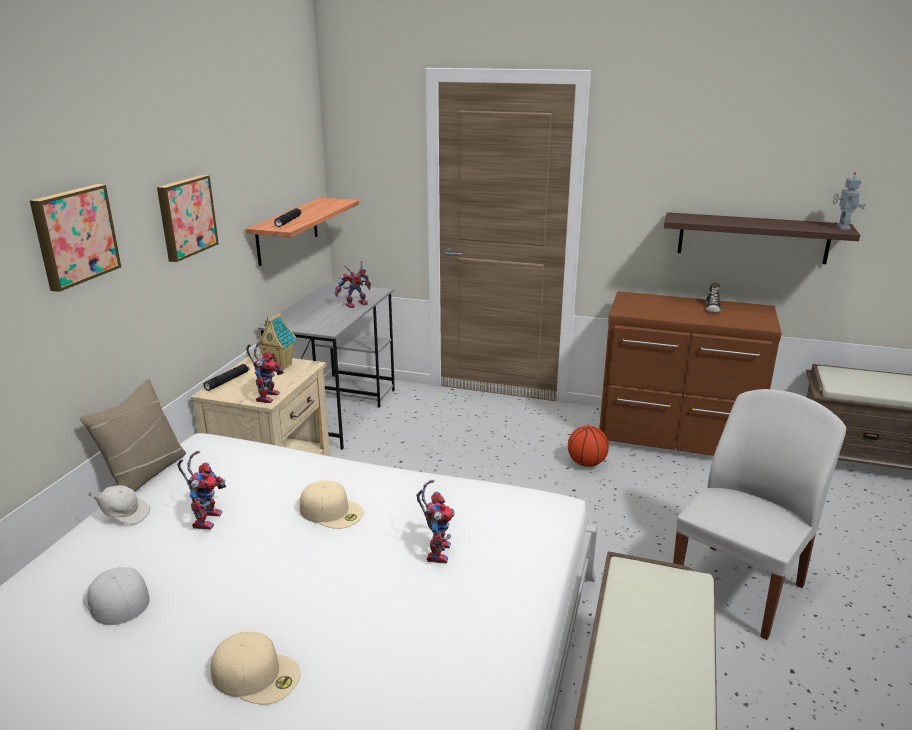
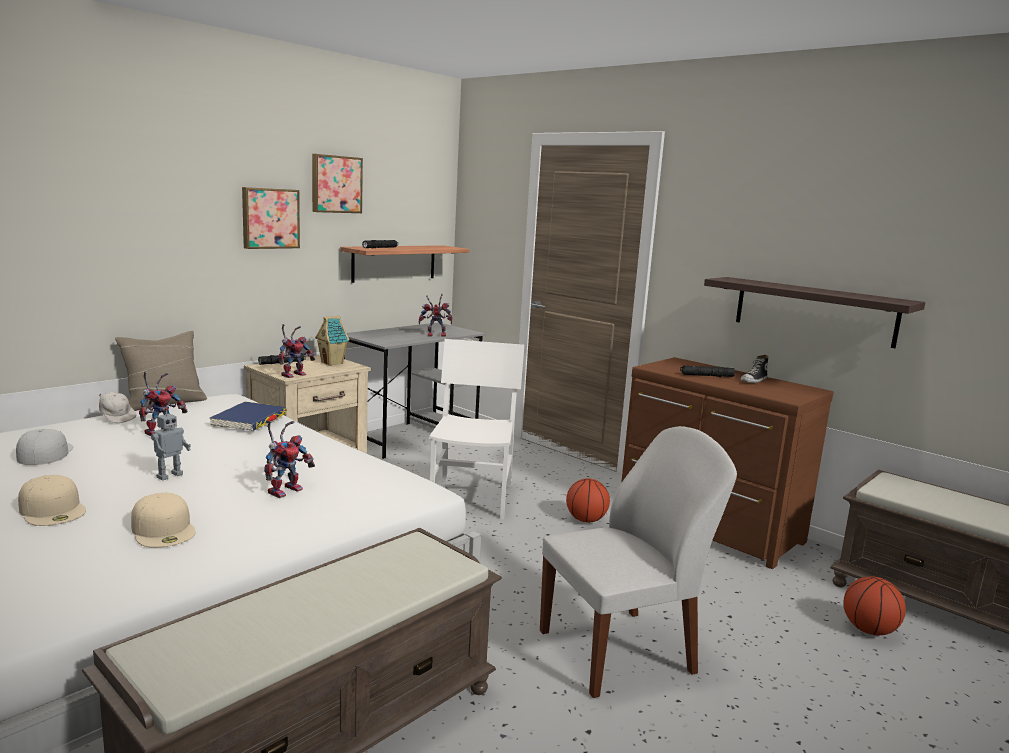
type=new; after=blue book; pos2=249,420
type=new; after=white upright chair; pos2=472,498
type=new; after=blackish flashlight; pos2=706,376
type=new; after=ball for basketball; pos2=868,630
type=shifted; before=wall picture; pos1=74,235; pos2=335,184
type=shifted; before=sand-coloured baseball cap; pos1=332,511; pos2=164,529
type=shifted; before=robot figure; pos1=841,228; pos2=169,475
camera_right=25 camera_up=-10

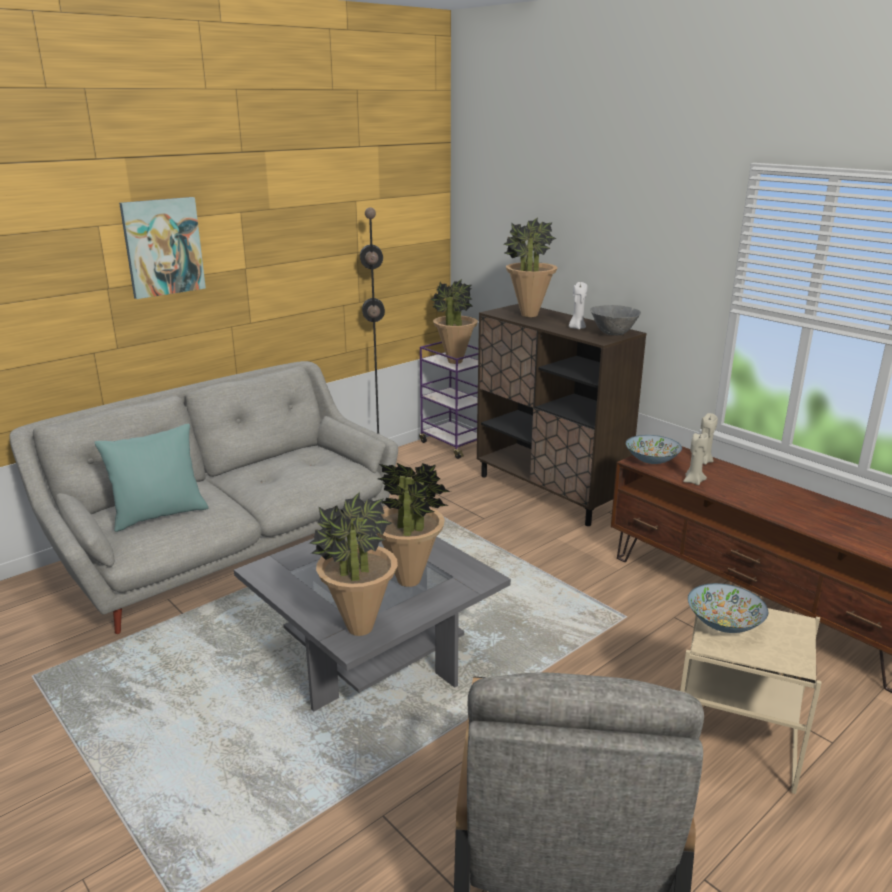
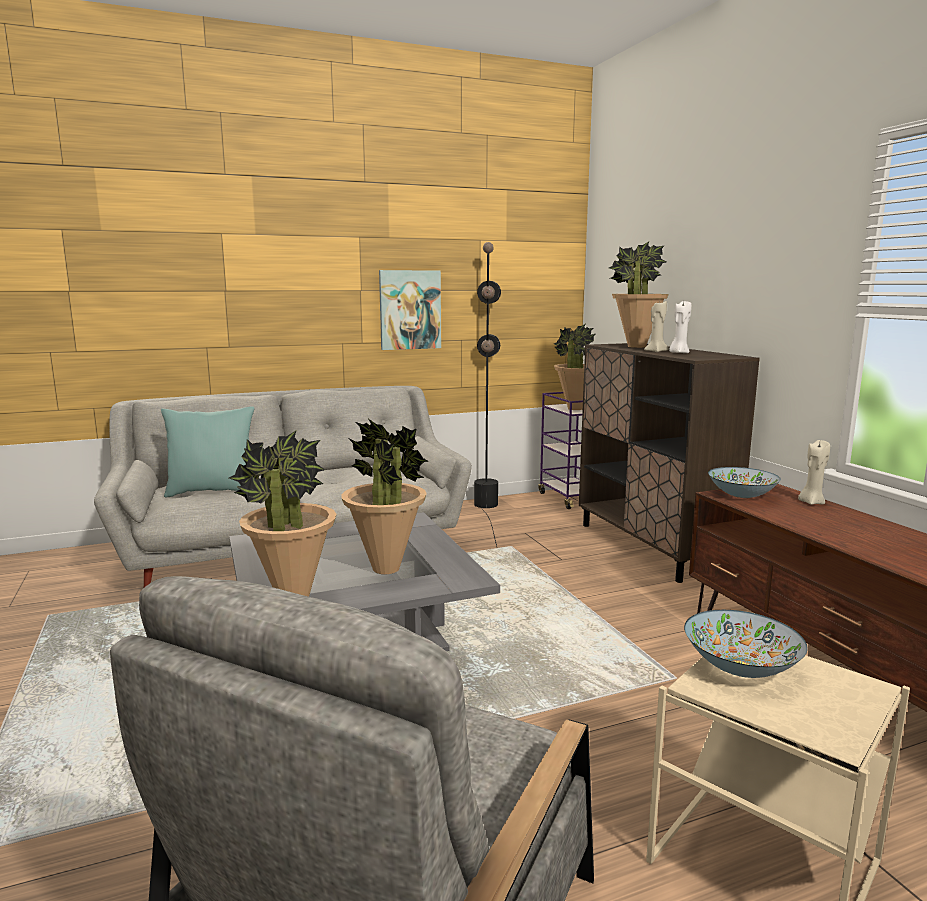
type=gone; before=grey serving bowl; pos1=613,334
type=shifted; before=wall picture; pos1=163,247; pos2=410,310
type=shifted; before=sand-coloured wax candle; pos1=693,481; pos2=655,351
camera_right=20 camera_up=-10

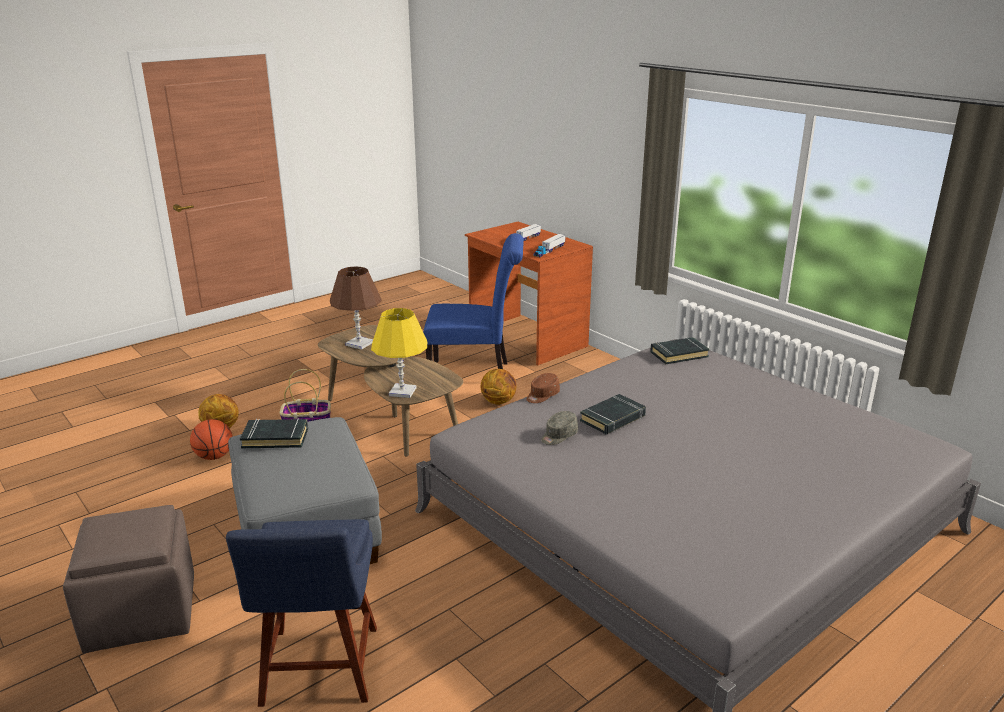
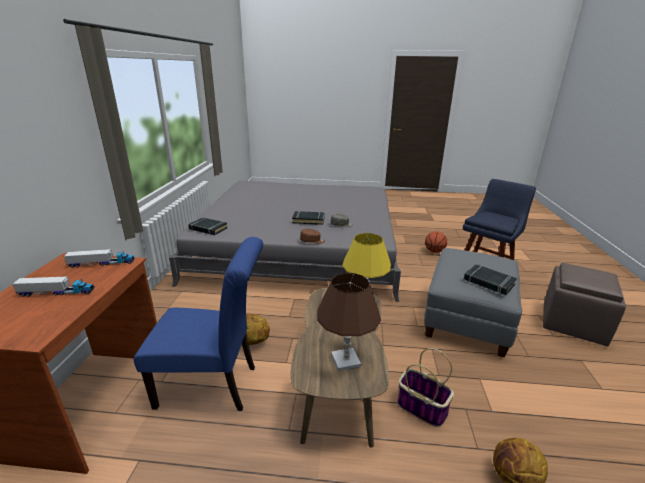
type=shifted; before=ball for basketball; pos1=214,456; pos2=434,251
type=rotated; before=blue upright chair; pos1=475,373; pos2=214,386; turn=135
camera_right=-135 camera_up=0

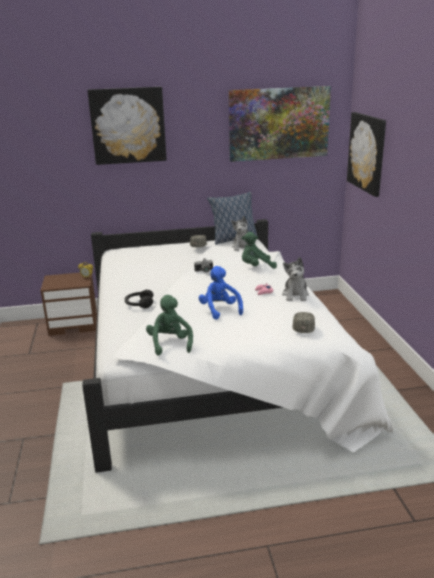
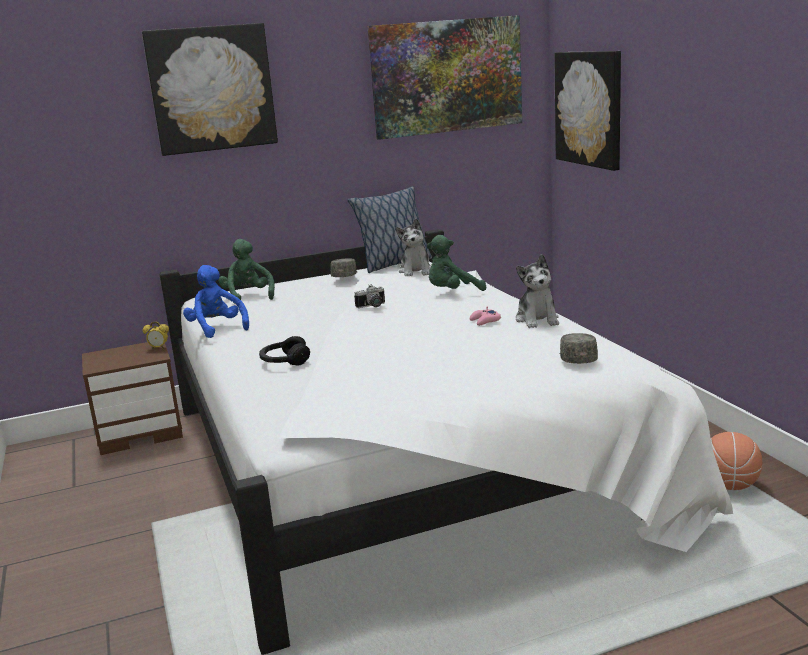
type=new; after=ball for basketball; pos2=730,485
type=shifted; before=green plush toy; pos1=170,344; pos2=248,296
type=shifted; before=blue plush toy; pos1=220,310; pos2=217,328
camera_right=-10 camera_up=-5

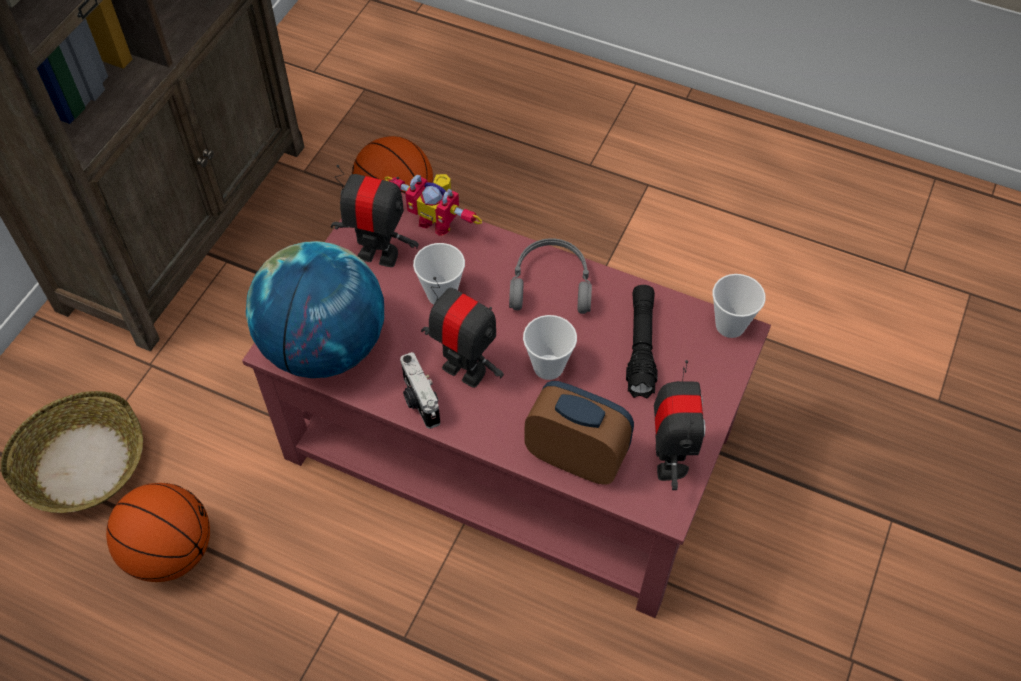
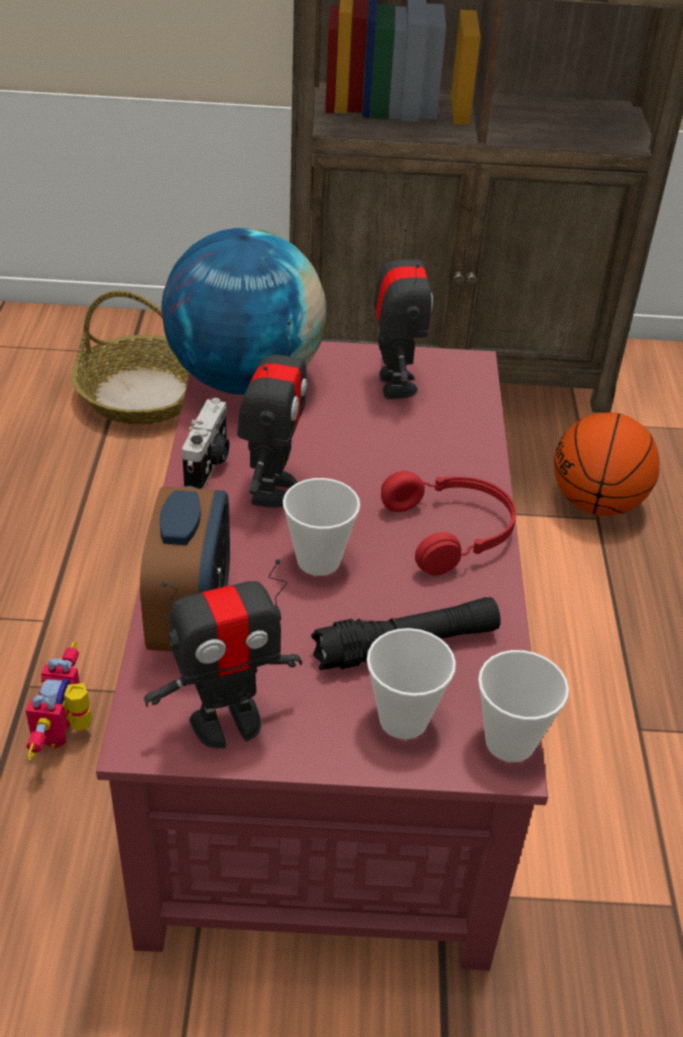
type=gone; before=ball for basketball; pos1=169,551
type=shifted; before=robot figure; pos1=438,221; pos2=67,731
type=shifted; before=drinking cup; pos1=441,294; pos2=403,719
type=repainted; before=grey pair of headphones; after=red pair of headphones; pos1=551,283; pos2=452,531
type=rotated; before=still camera; pos1=419,401; pos2=209,465; turn=150
camera_right=65 camera_up=-15

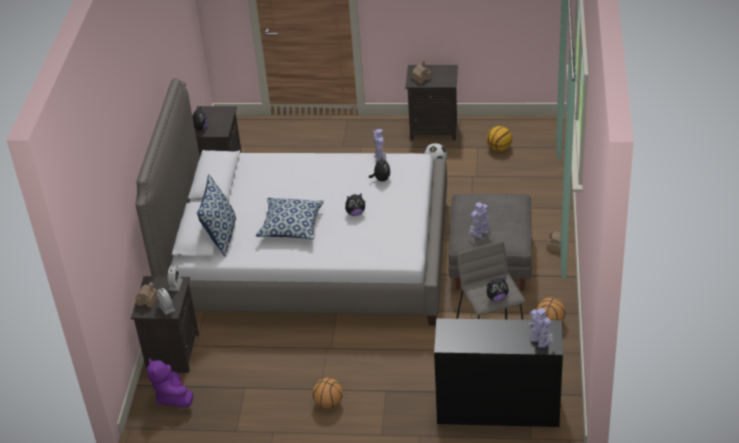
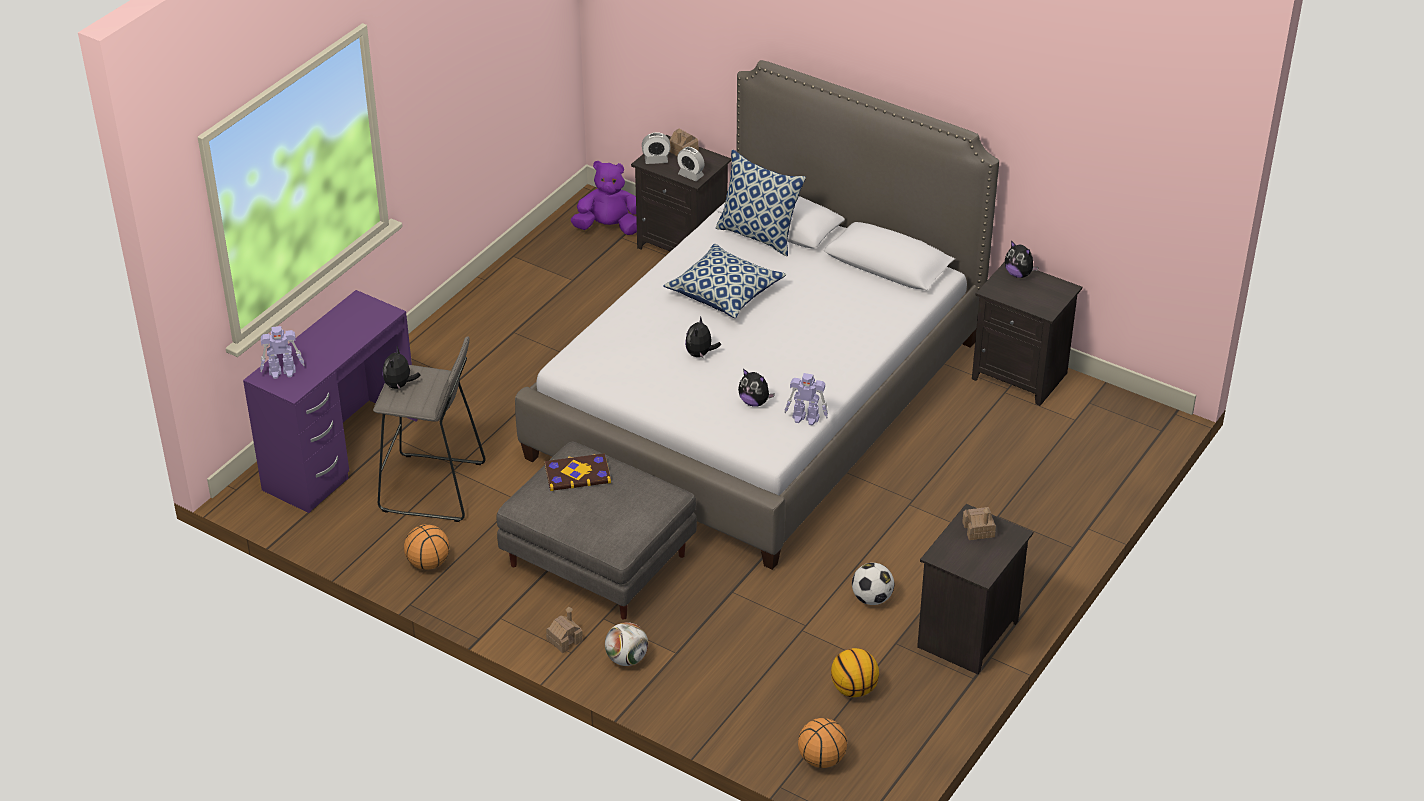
type=new; after=football; pos2=627,659
type=shifted; before=ball for basketball; pos1=329,403; pos2=821,759
type=swapped; before=robot figure; after=book; pos1=480,232; pos2=577,473
type=repainted; before=blackish desk table; after=purple-coloured desk table; pos1=498,408; pos2=340,454
camera_right=115 camera_up=0

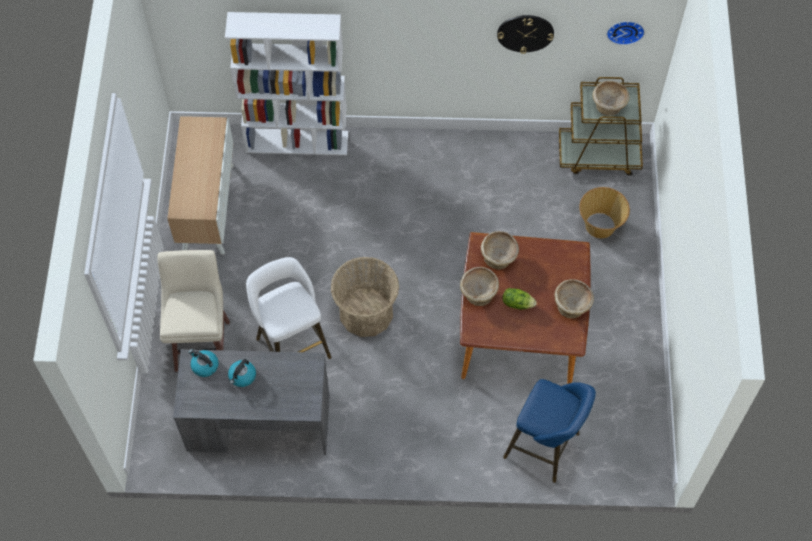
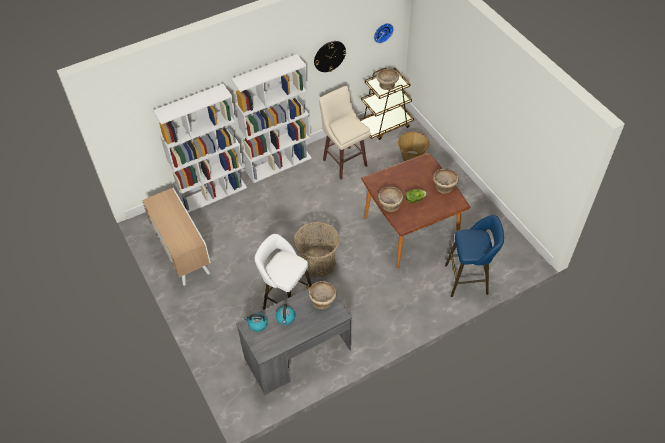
type=new; after=white bookshelf; pos2=279,164
type=shifted; before=sand-coloured sitting stool; pos1=203,343; pos2=344,162
type=shifted; before=sand-coloured serving bowl; pos1=498,257; pos2=322,300
camera_right=-30 camera_up=-10

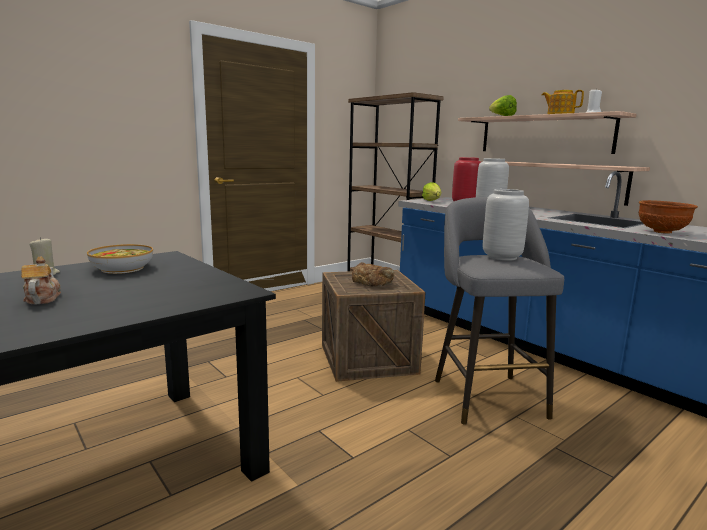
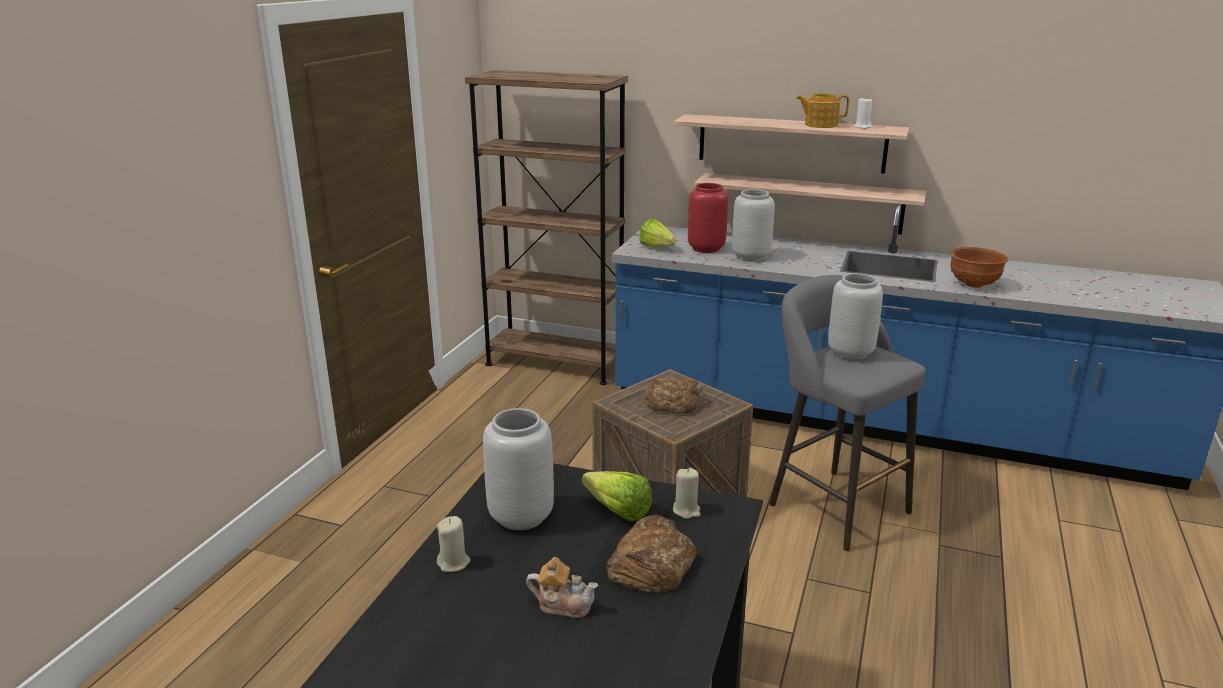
type=new; after=bread; pos2=651,564
type=new; after=sand-coloured wax candle; pos2=686,510
type=shifted; before=head of lettuce; pos1=500,117; pos2=614,508
type=swapped; before=serving bowl; after=grey vase; pos1=122,268; pos2=519,516
type=rotated; before=tea pot; pos1=42,298; pos2=563,604; turn=150
camera_right=-30 camera_up=10

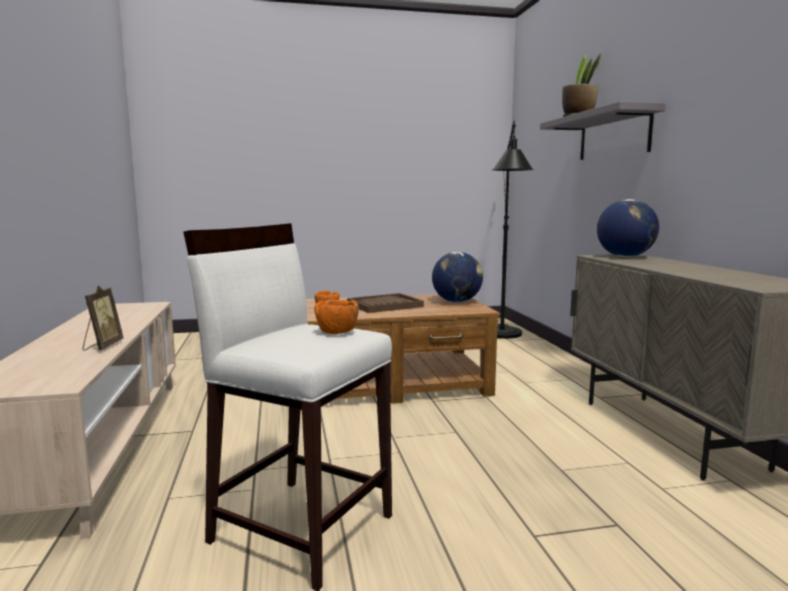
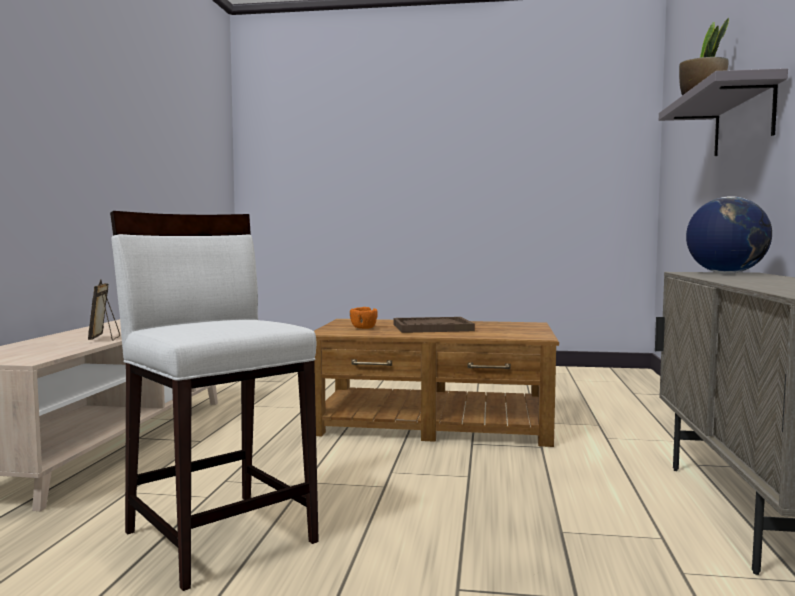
type=gone; before=orangey serving bowl; pos1=337,332
type=gone; before=world globe; pos1=457,302
type=gone; before=blackish standard lamp; pos1=502,336
type=rotated; before=photo frame; pos1=102,346; pos2=105,339; turn=150
camera_right=20 camera_up=-5

